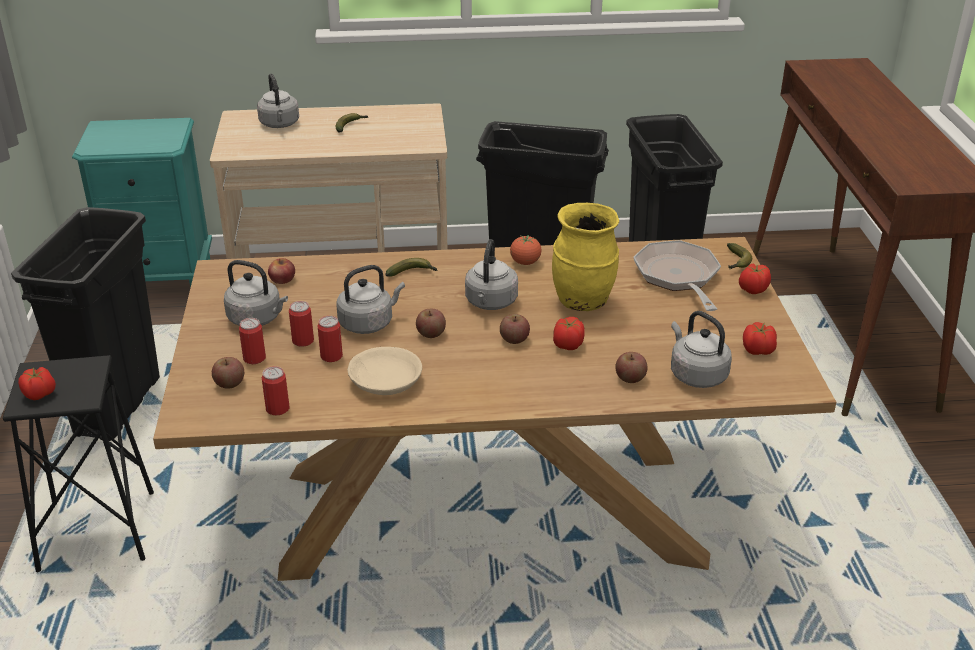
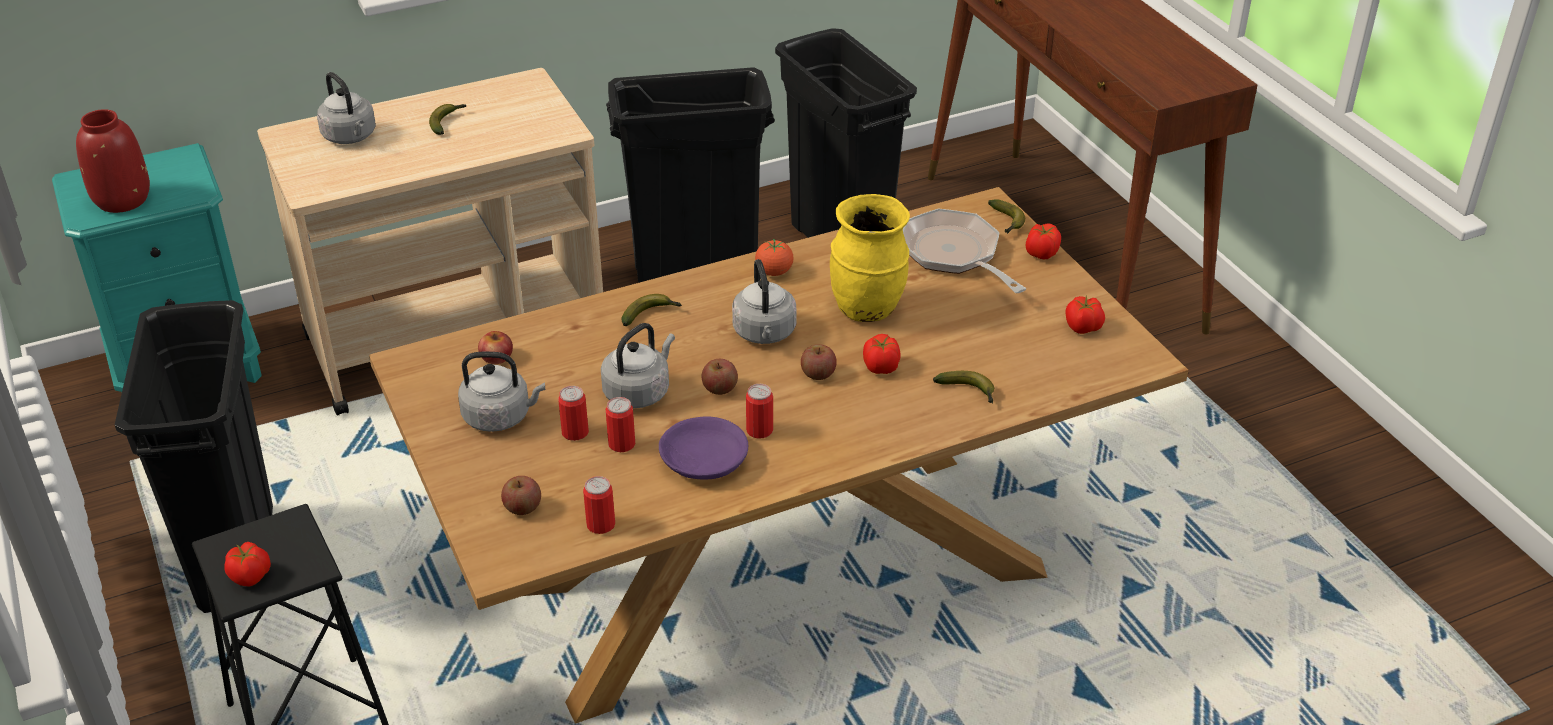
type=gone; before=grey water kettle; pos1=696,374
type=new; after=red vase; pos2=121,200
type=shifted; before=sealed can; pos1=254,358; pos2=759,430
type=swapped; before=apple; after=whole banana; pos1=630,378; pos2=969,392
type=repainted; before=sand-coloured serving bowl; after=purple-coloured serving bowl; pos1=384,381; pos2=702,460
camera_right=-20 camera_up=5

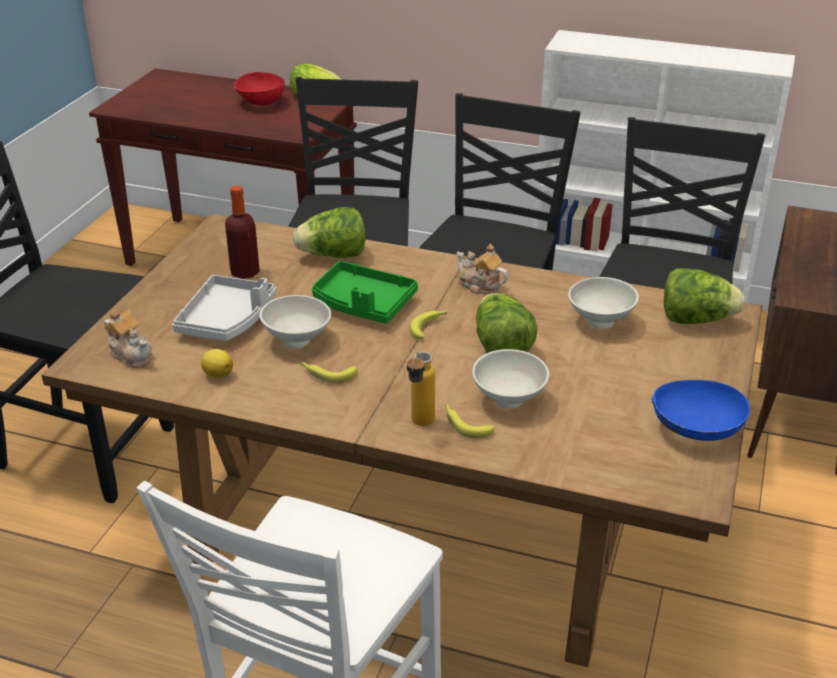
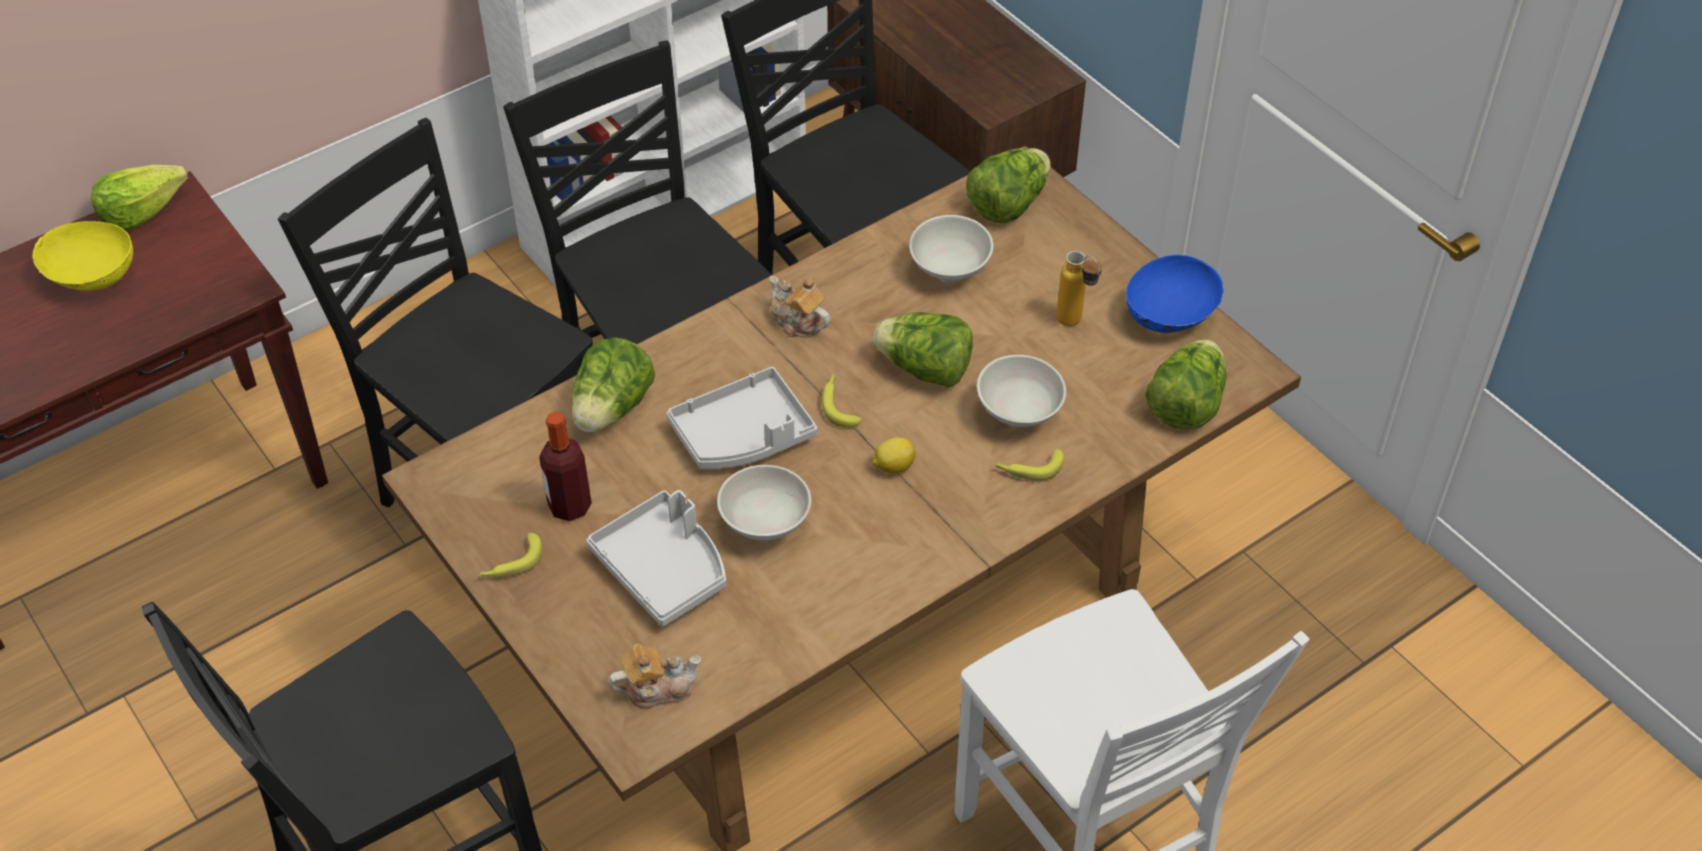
type=new; after=head of lettuce; pos2=1185,405
type=shifted; before=whole lemon; pos1=217,374; pos2=893,466
type=shifted; before=whole banana; pos1=327,374; pos2=511,564
type=shifted; before=beverage bottle; pos1=419,425; pos2=1075,324
type=repainted; before=red serving bowl; after=yellow serving bowl; pos1=260,102; pos2=92,277
type=repainted; before=green tray; after=grey tray; pos1=363,304; pos2=743,435
type=rotated; before=tea pot; pos1=479,285; pos2=797,322; turn=60
camera_right=-55 camera_up=15

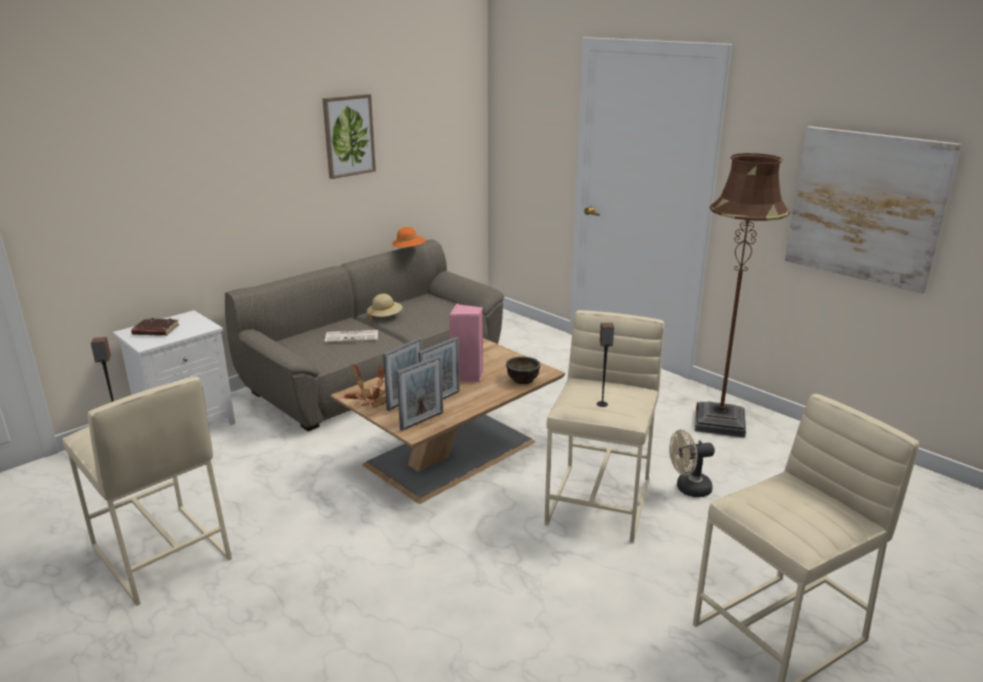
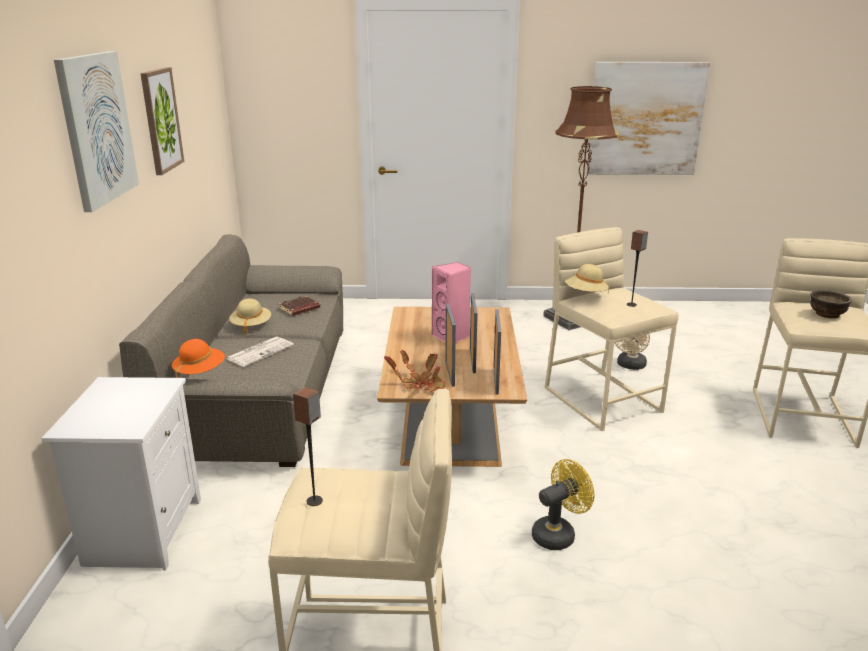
type=new; after=wall picture; pos2=96,129
type=new; after=yellow fan; pos2=558,534
type=new; after=sand-coloured hat; pos2=585,294
type=shifted; before=brown book; pos1=155,331; pos2=299,309
type=shifted; before=orangey hat; pos1=409,250; pos2=200,372
type=shifted; before=brown serving bowl; pos1=522,380; pos2=827,314
camera_right=-45 camera_up=0

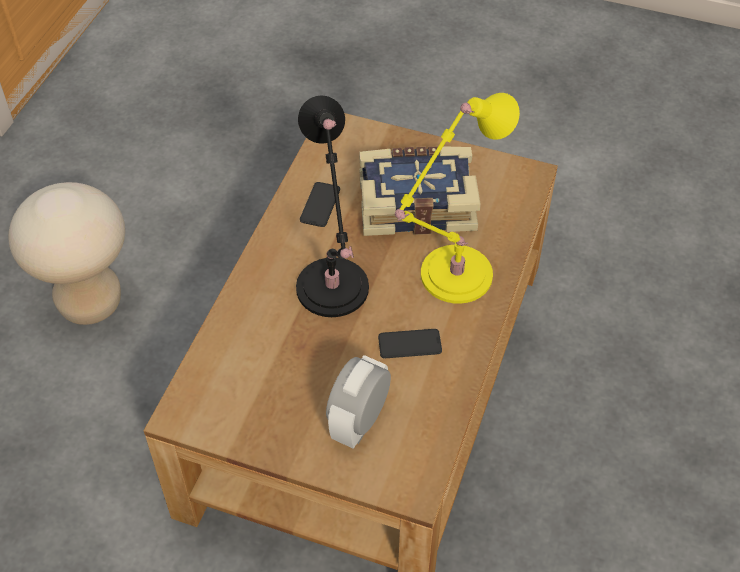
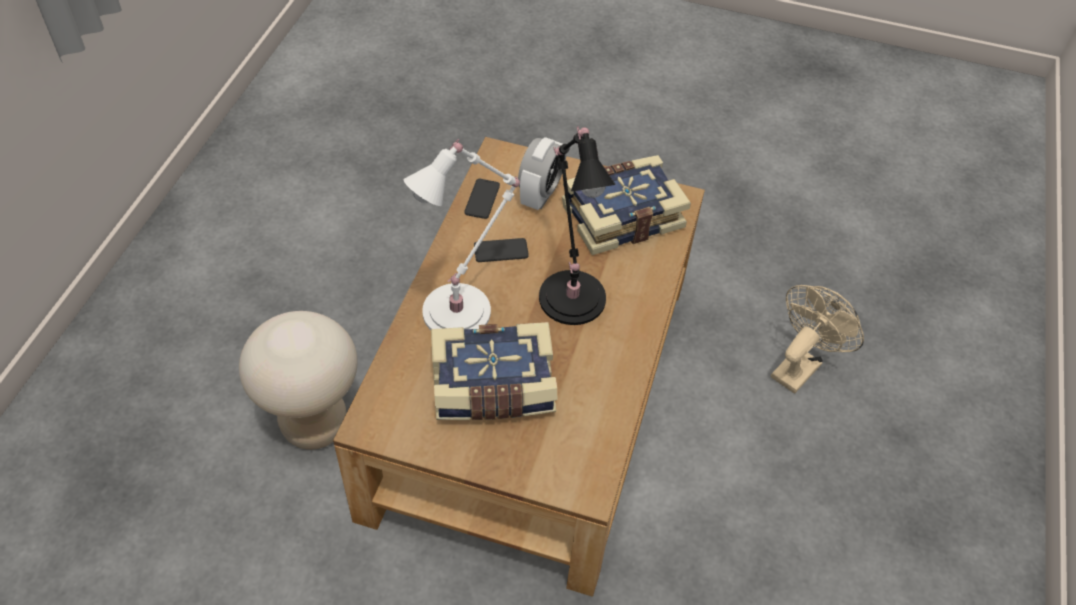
type=new; after=book; pos2=621,215
type=new; after=sand-coloured fan; pos2=800,365
type=shifted; before=sand-coloured sitting stool; pos1=90,303; pos2=314,425
type=shifted; before=telephone; pos1=320,205; pos2=482,199
type=repainted; before=yellow table lamp; after=white table lamp; pos1=451,277; pos2=462,309
camera_right=175 camera_up=0

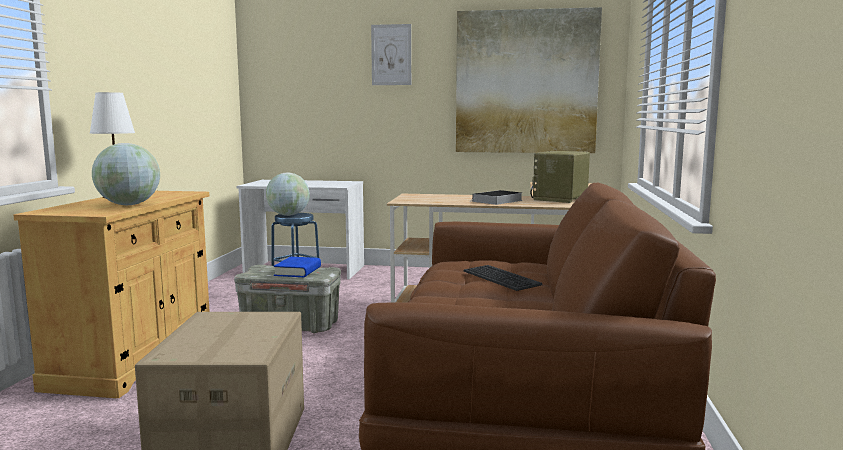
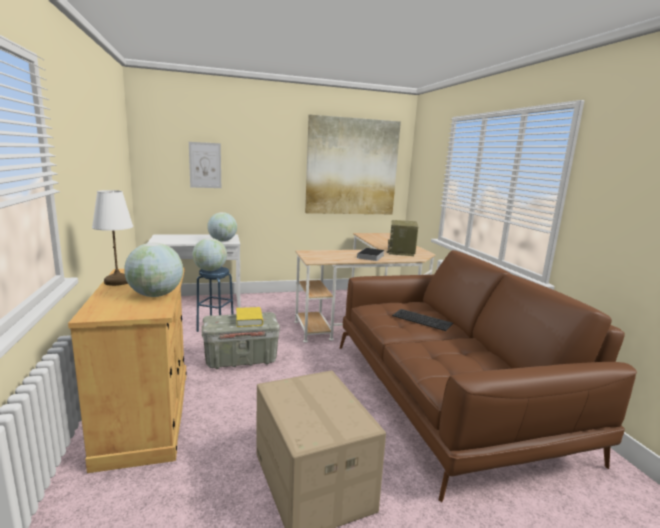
type=new; after=world globe; pos2=222,241
type=shifted; before=wall picture; pos1=391,55; pos2=205,165
type=repainted; before=blue book; after=yellow book; pos1=298,271; pos2=249,320
camera_right=-25 camera_up=5

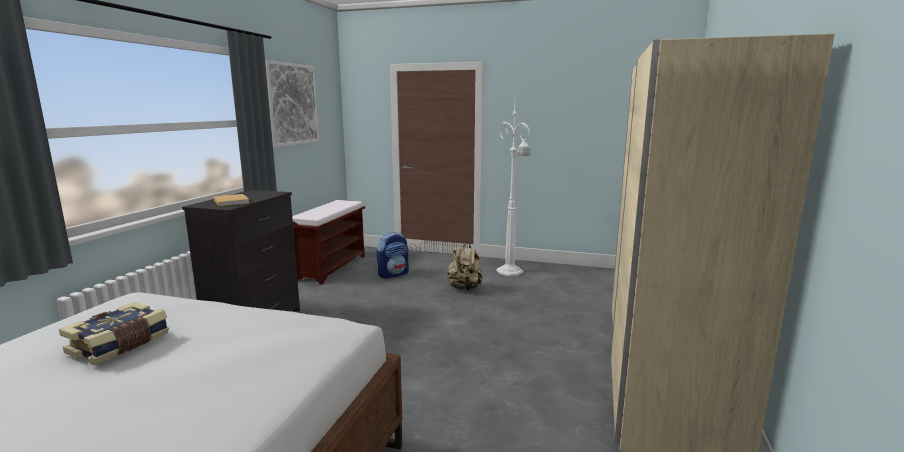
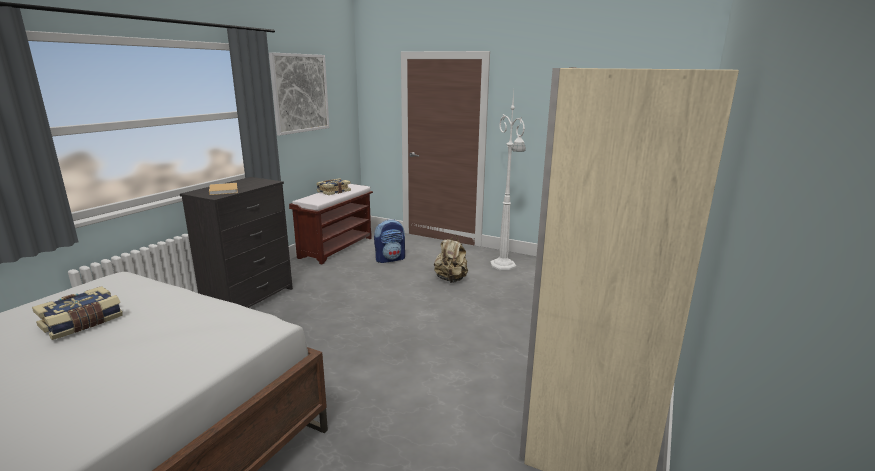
type=new; after=book; pos2=333,191
camera_right=10 camera_up=5

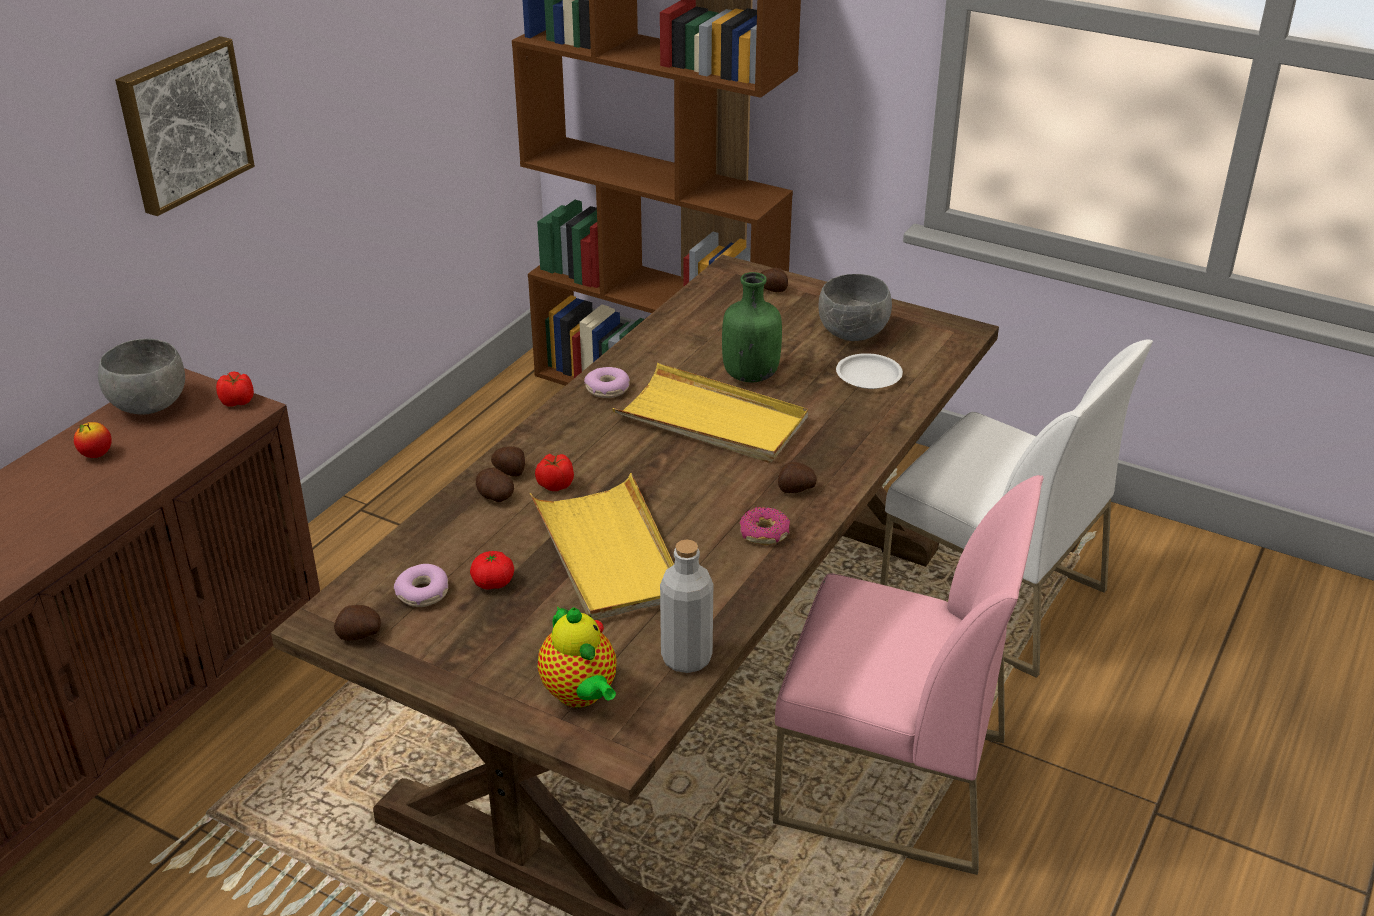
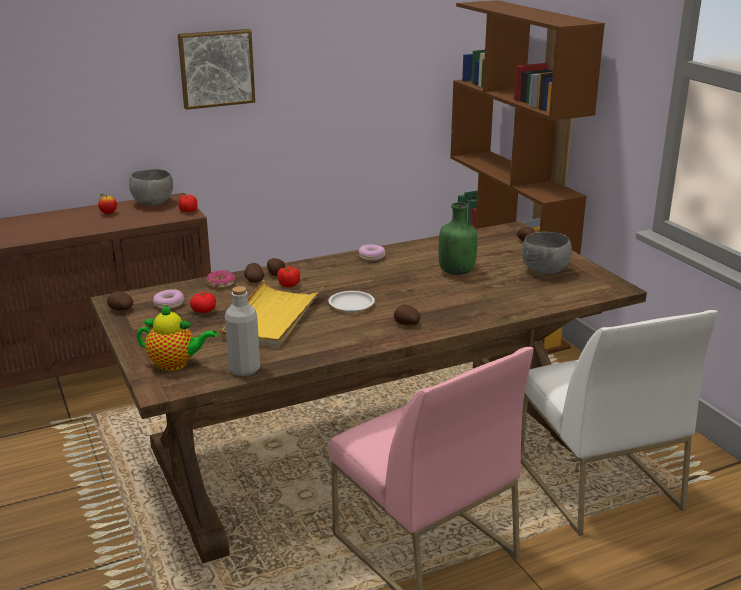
type=gone; before=yellow tray; pos1=712,420
type=shifted; before=donut; pos1=764,533; pos2=221,284
type=shifted; before=white dinner plate; pos1=868,376; pos2=351,304
type=rotated; before=tea pot; pos1=581,695; pos2=175,364; turn=-90
camera_right=35 camera_up=-10

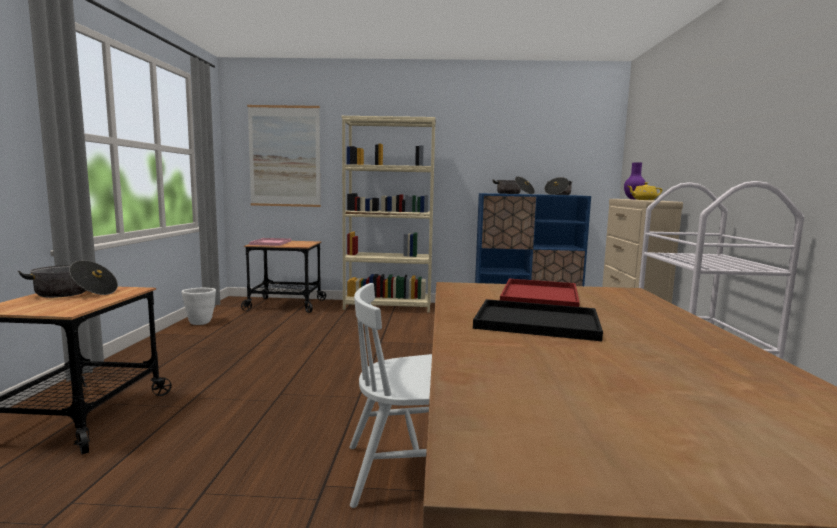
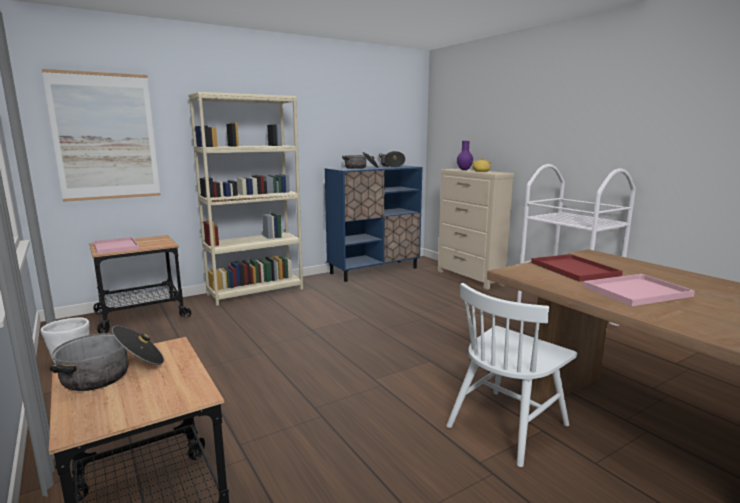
type=repainted; before=blackish tray; after=pink-coloured tray; pos1=539,322; pos2=637,291
camera_right=-35 camera_up=5

